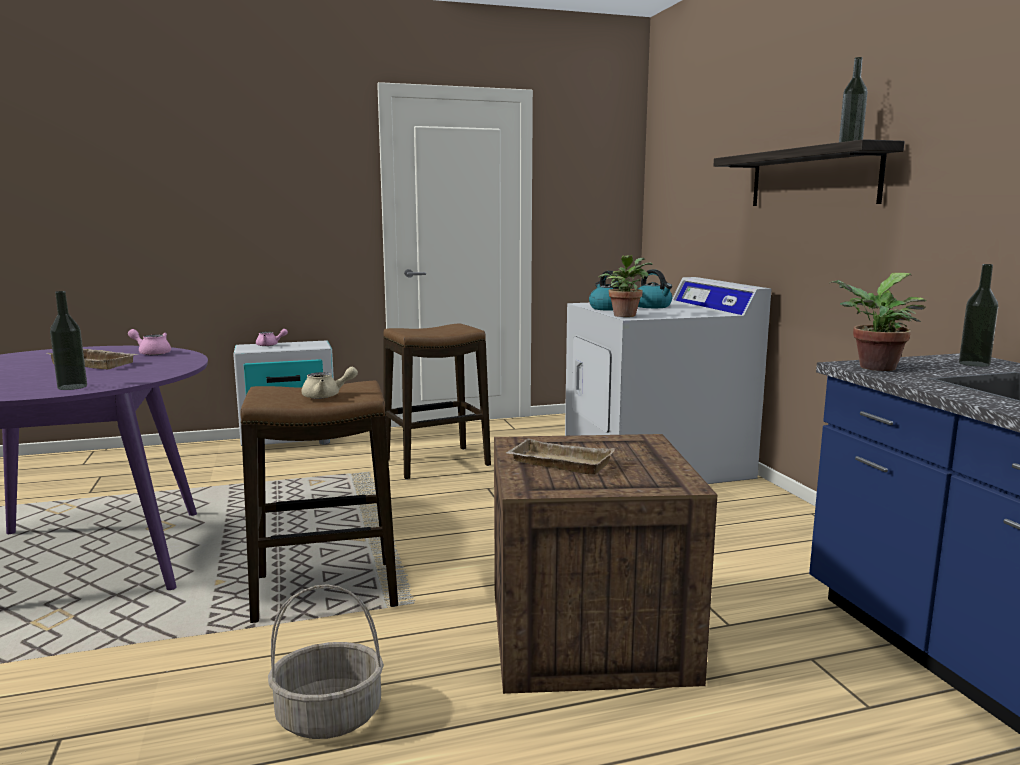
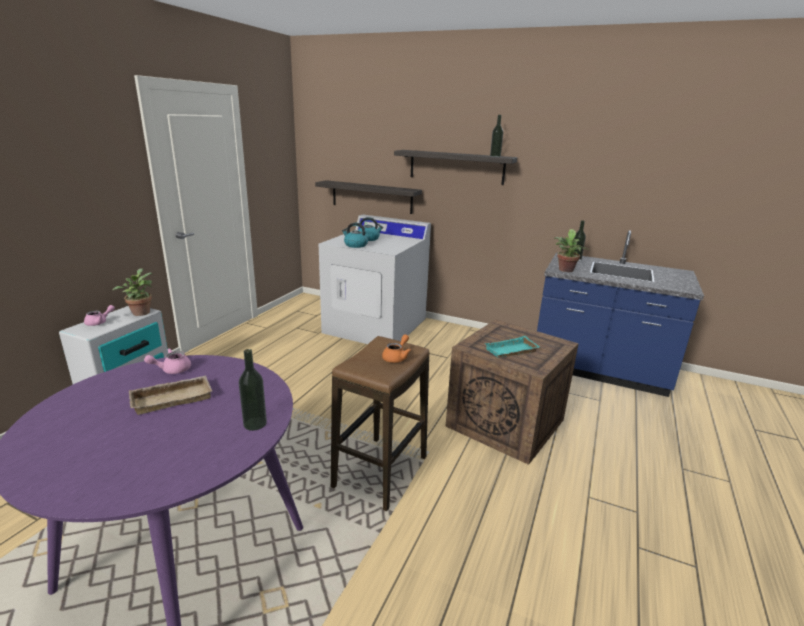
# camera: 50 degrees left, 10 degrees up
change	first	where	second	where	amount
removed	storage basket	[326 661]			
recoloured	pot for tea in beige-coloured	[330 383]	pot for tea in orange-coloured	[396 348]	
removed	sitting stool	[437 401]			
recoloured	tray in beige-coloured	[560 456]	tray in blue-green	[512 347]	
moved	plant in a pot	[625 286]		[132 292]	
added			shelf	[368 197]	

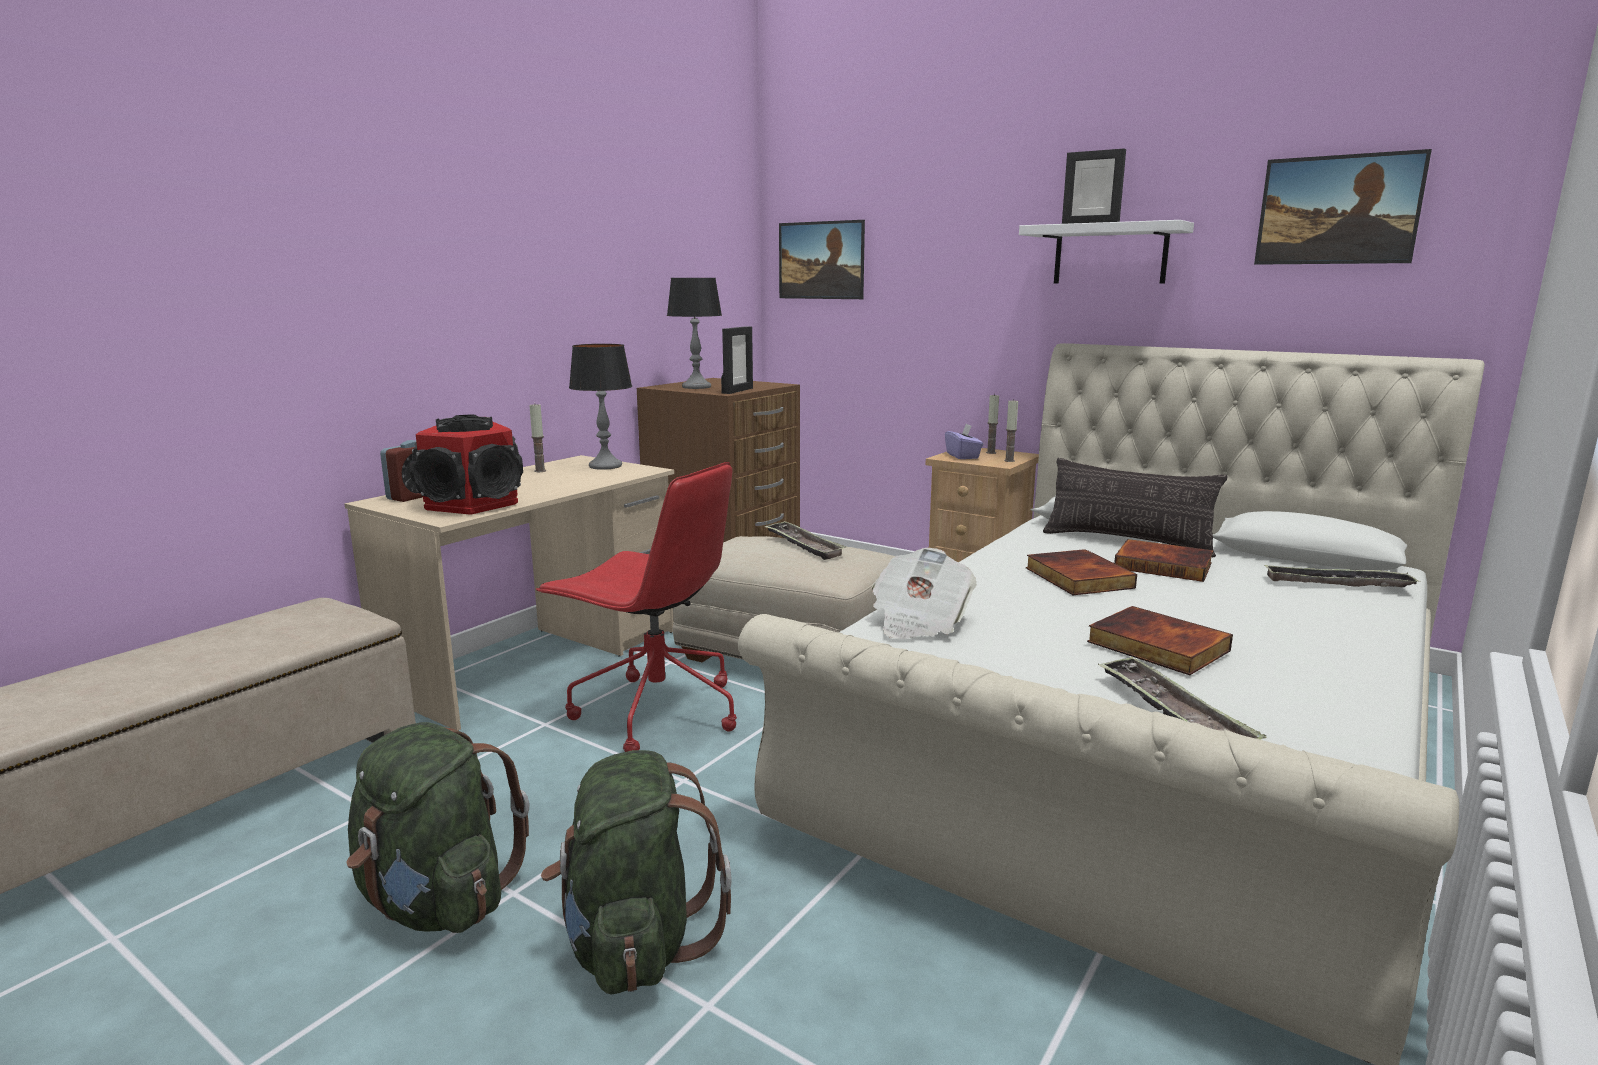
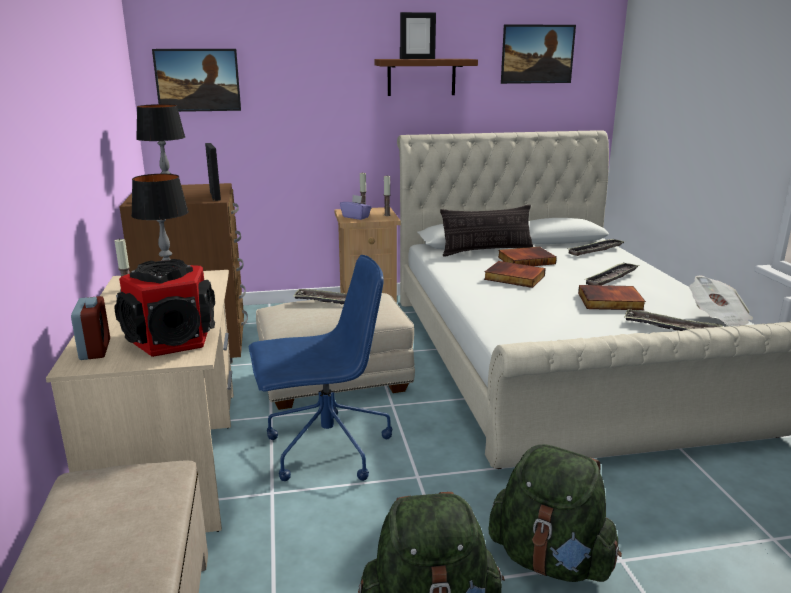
# camera: 45 degrees left, 5 degrees up
change	first	where	second	where	amount
recoloured	office chair in reddish	[636 607]	office chair in bluish	[320 368]	
moved	printed paper	[924 593]		[721 301]	
recoloured	shelf in white-coloured	[1106 252]	shelf in brown	[426 77]	
added			tray	[612 273]	

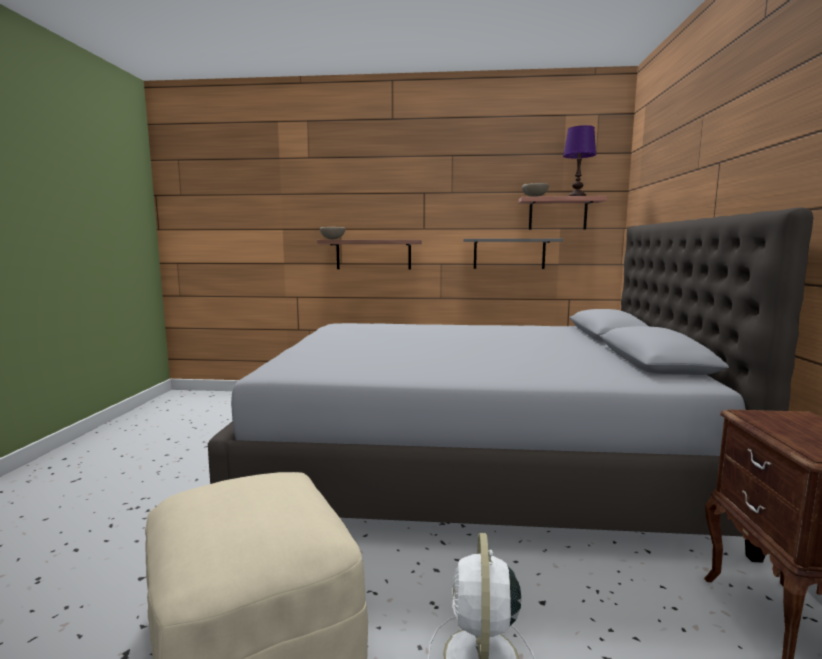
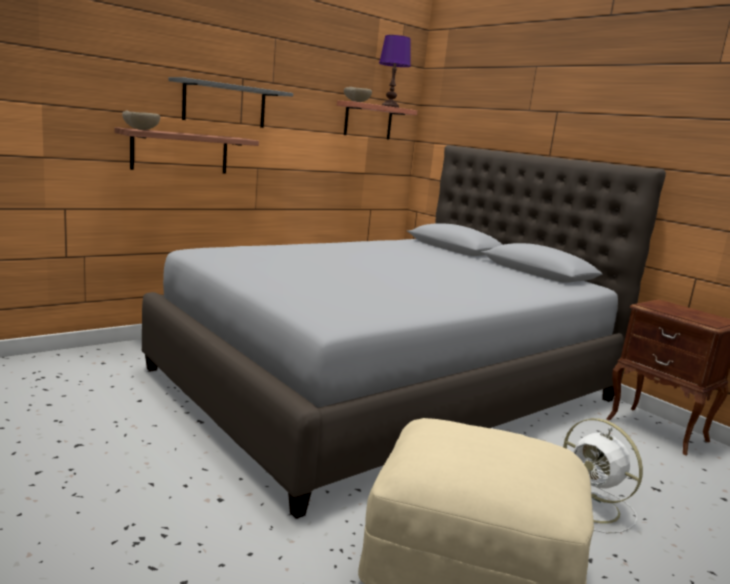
# camera: 45 degrees left, 5 degrees up
change	first	where	second	where	amount
moved	shelf in gray	[513 254]		[231 102]	

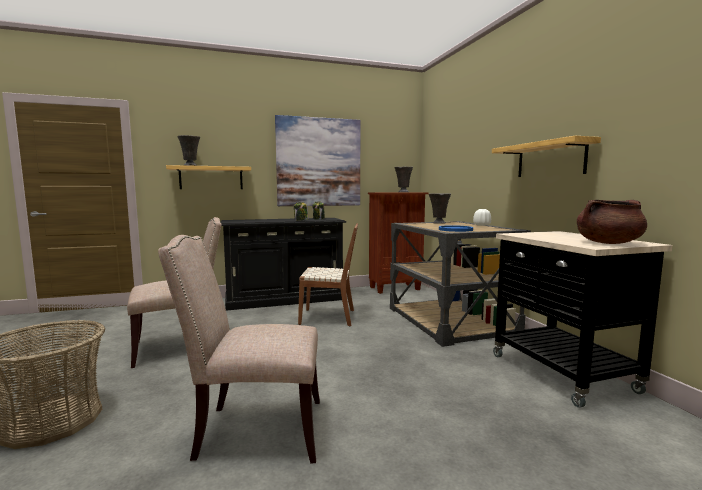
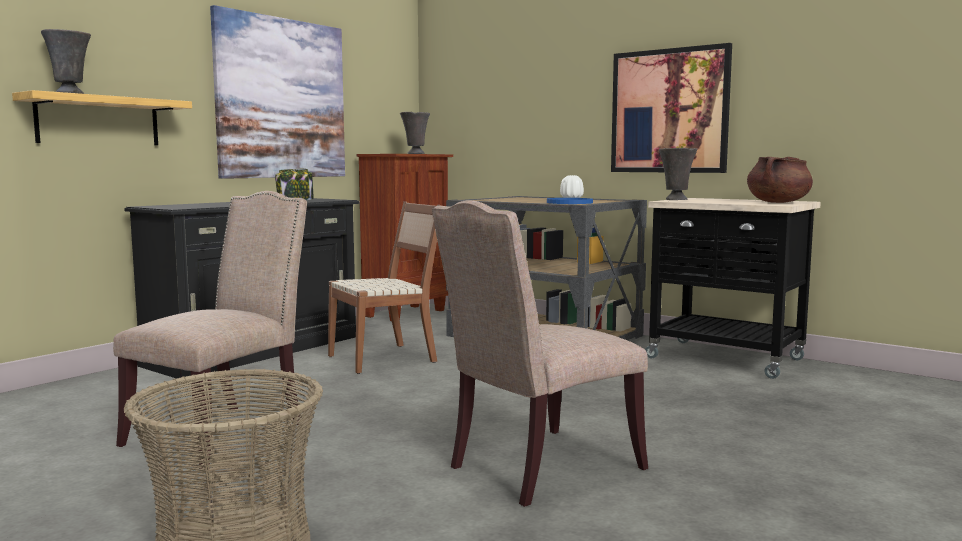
# camera: 35 degrees left, 0 degrees up
change	first	where	second	where	amount
moved	flower vase in gray	[440 208]		[678 174]	
replaced	shelf	[546 156]	wall art	[671 108]	

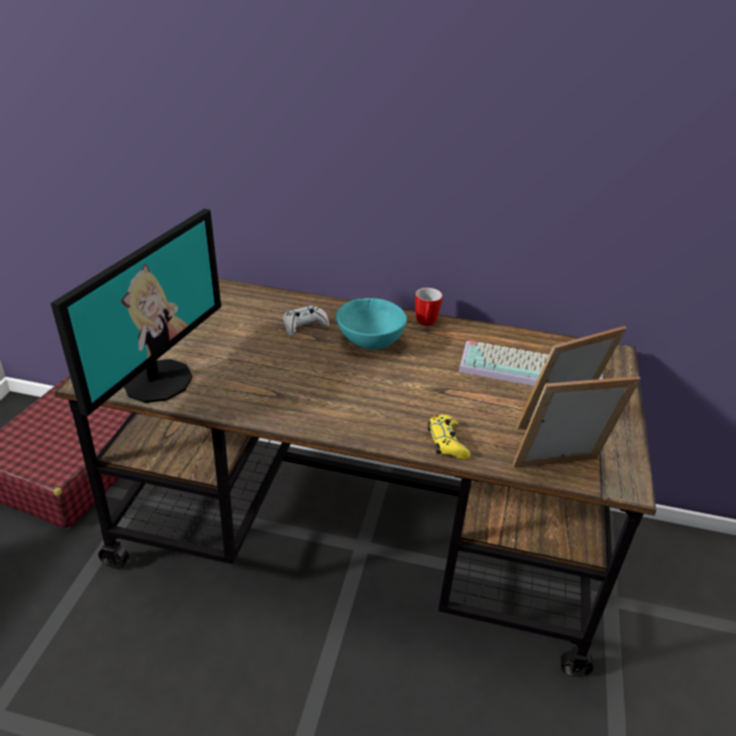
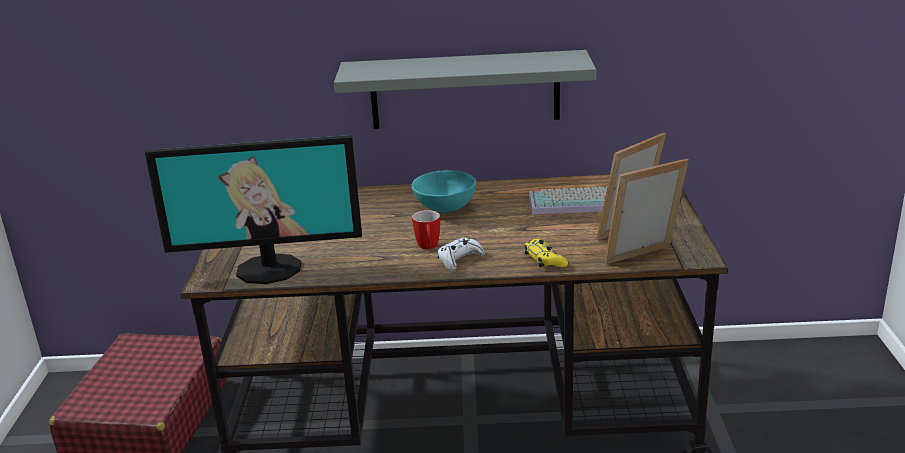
# camera: 10 degrees left, 10 degrees down
change	first	where	second	where	amount
turned	monitor	[136 312]		[253 209]	75 degrees clockwise
moved	game controller in white-coloured	[306 320]		[461 254]	
moved	coffee mug	[429 307]		[426 229]	
added			shelf in gray	[465 89]	

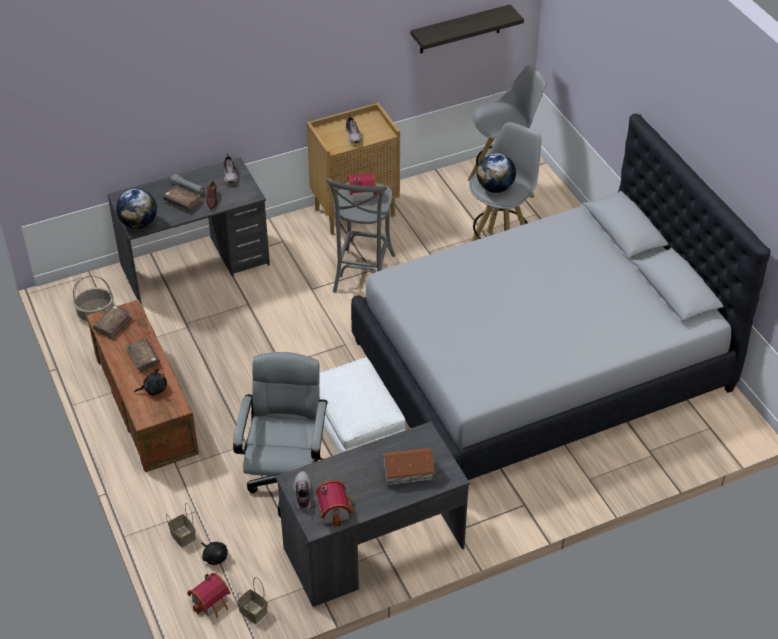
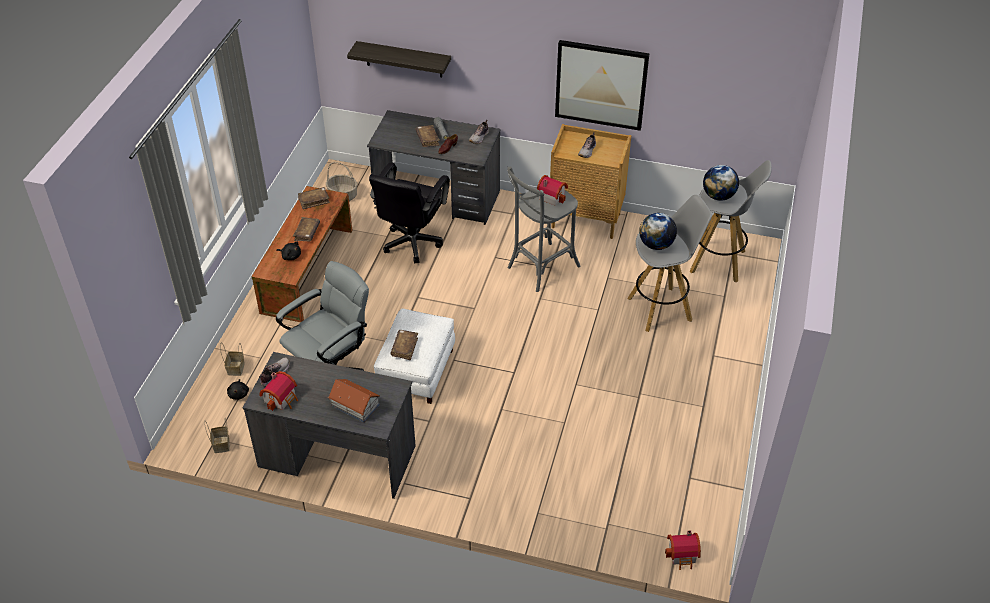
# camera: 40 degrees right, 0 degrees up
change	first	where	second	where	amount
moved	globe	[136 209]		[721 183]	
moved	model house	[208 595]		[683 550]	
removed	bedroom bed in gray	[561 297]			
moved	shelf	[467 29]		[399 59]	
added			office chair in black-coloured	[409 213]	
added			bound book in brown	[404 345]	
added			wall art	[602 85]	

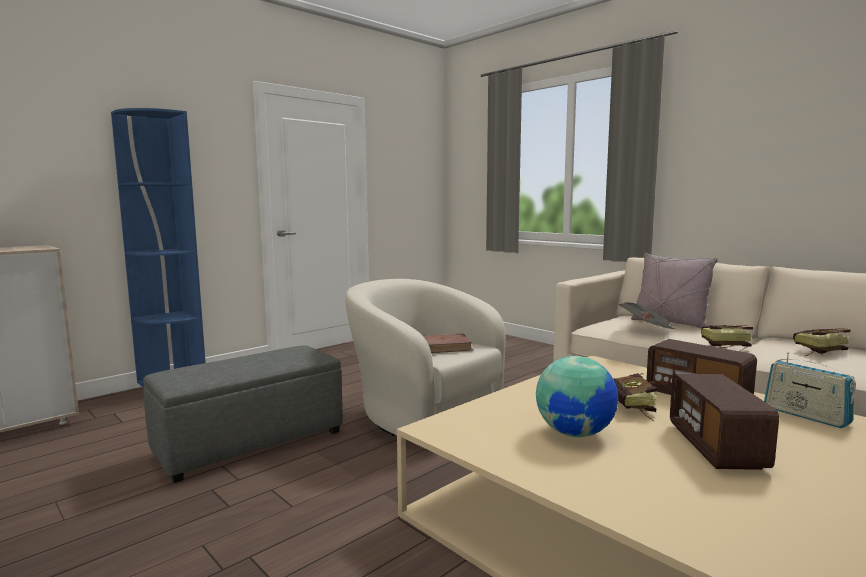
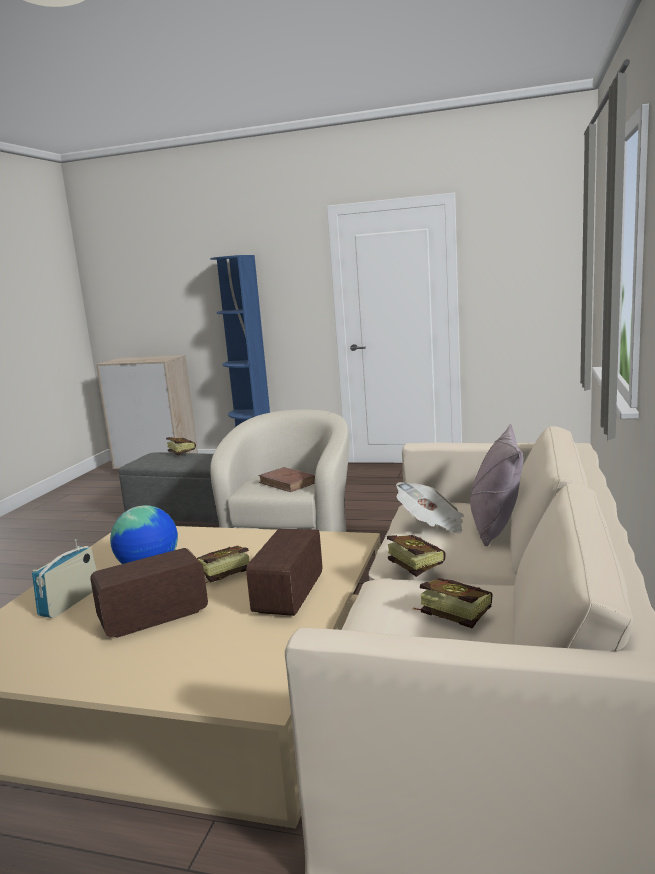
# camera: 60 degrees right, 5 degrees up
change	first	where	second	where	amount
moved	radio set	[810 390]		[64 578]	
added			bound book	[181 446]	

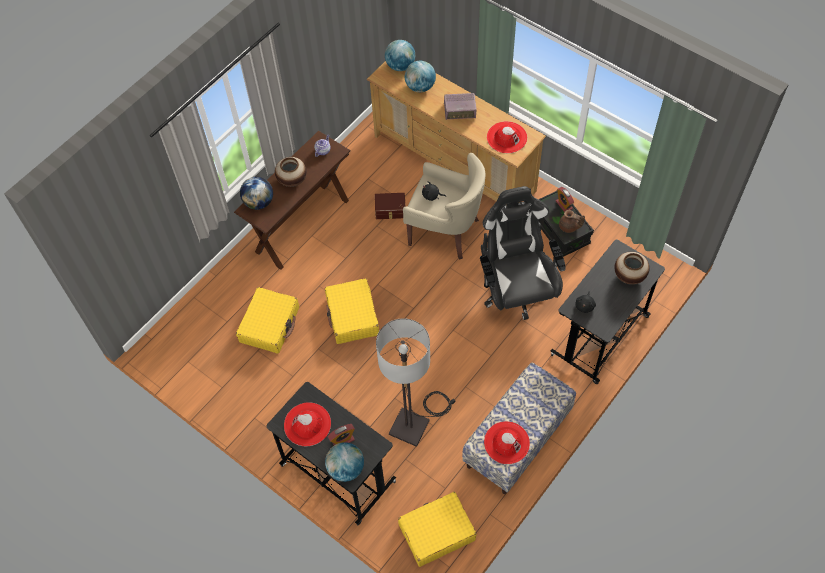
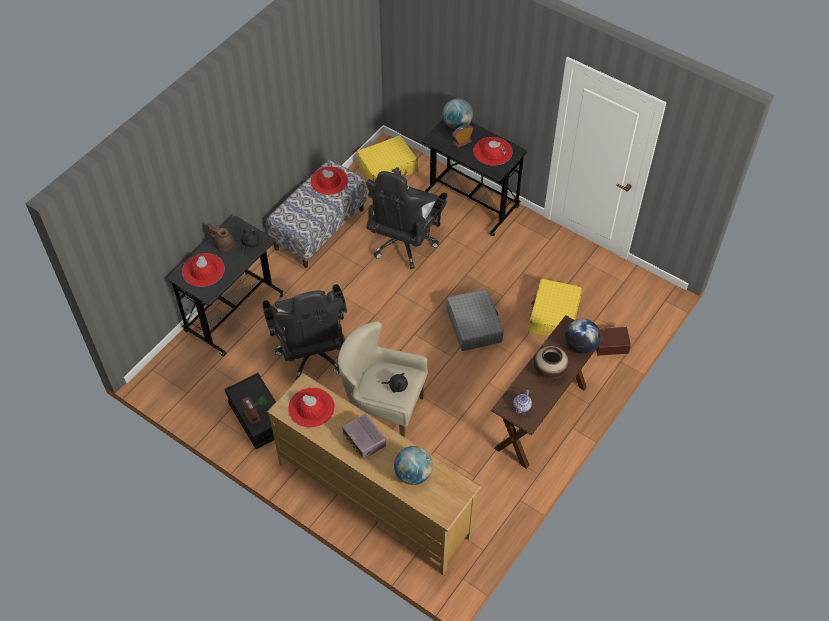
# camera: 175 degrees right, 5 degrees down
change	first	where	second	where	amount
recoloured	piece of luggage in yellowish	[352 311]	piece of luggage in gray	[475 320]	
moved	storage bin in brown	[390 206]		[613 341]	
replaced	standard lamp	[416 382]	office chair in black-coloured	[407 220]	
removed	globe	[400 55]			
turned	radio set	[460 106]		[364 437]	120 degrees counterclockwise
moved	pot for tea in brown	[572 221]		[221 237]	
replaced	flower vase	[632 268]	hat in reddish	[203 270]	

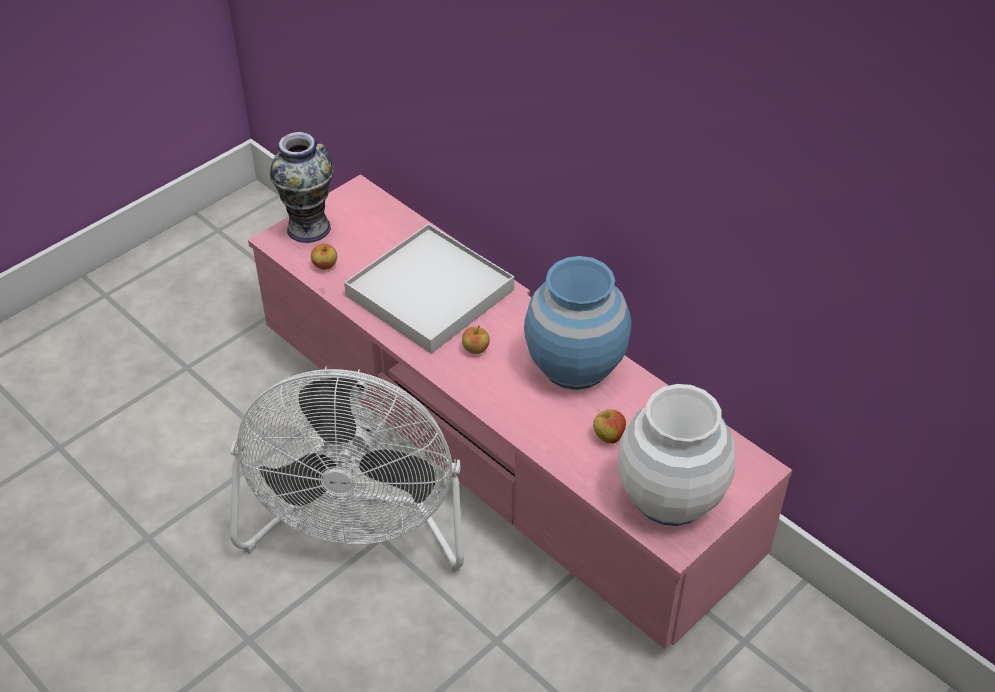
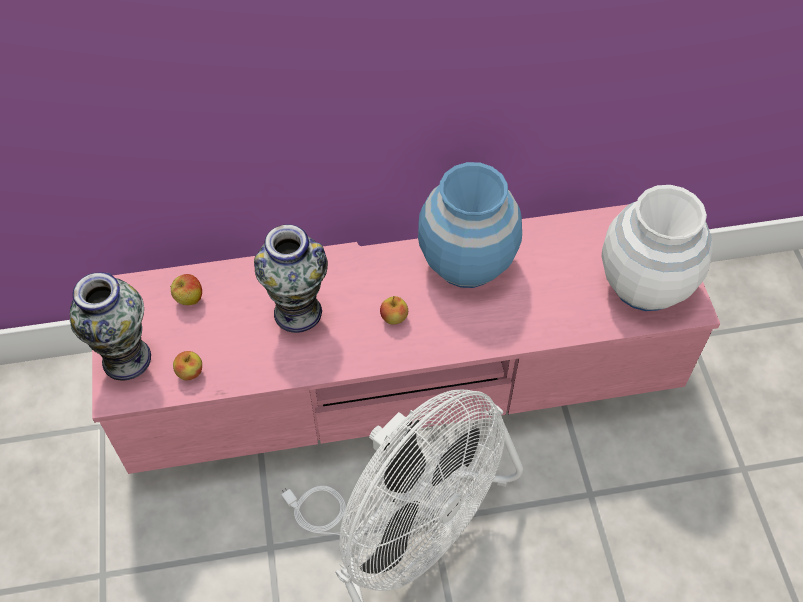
# camera: 55 degrees left, 10 degrees up
change	first	where	second	where	amount
replaced	tray in white-coloured	[429 289]	flower vase	[291 278]	
moved	apple	[609 426]		[186 289]	

